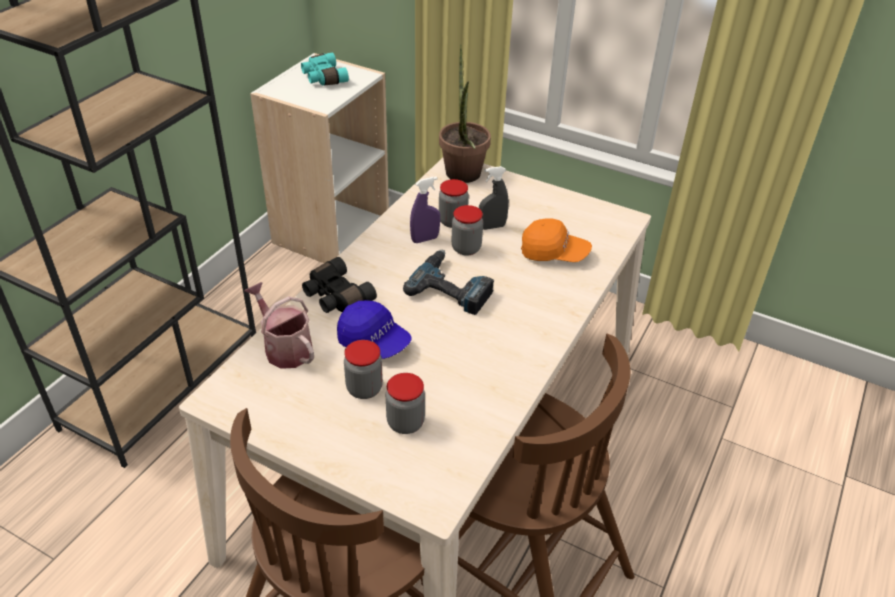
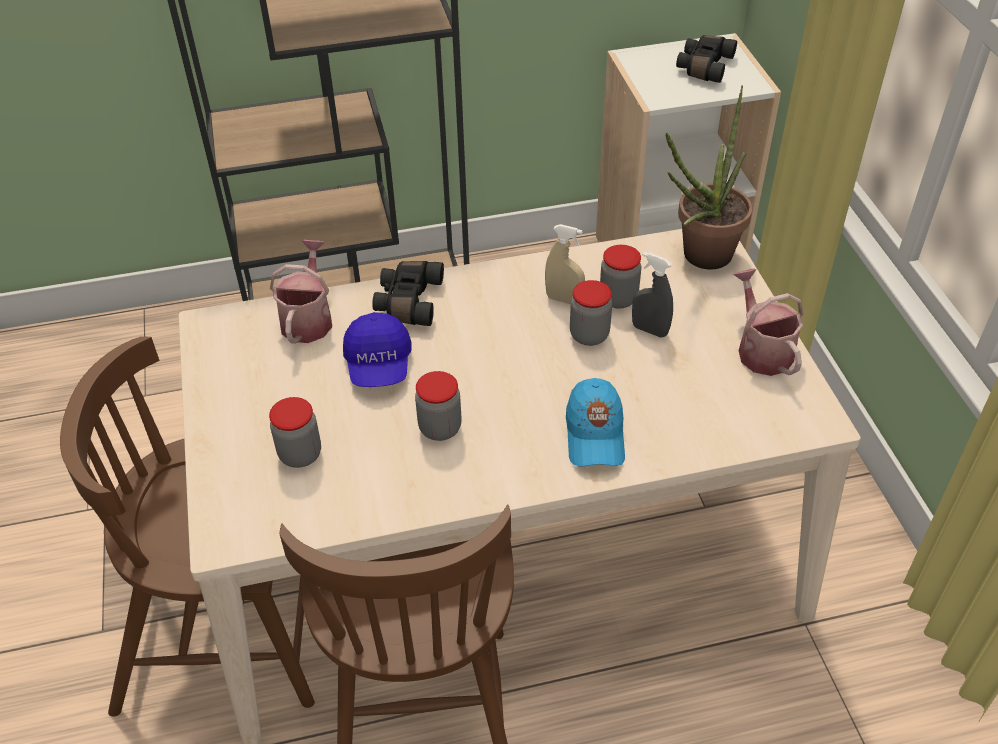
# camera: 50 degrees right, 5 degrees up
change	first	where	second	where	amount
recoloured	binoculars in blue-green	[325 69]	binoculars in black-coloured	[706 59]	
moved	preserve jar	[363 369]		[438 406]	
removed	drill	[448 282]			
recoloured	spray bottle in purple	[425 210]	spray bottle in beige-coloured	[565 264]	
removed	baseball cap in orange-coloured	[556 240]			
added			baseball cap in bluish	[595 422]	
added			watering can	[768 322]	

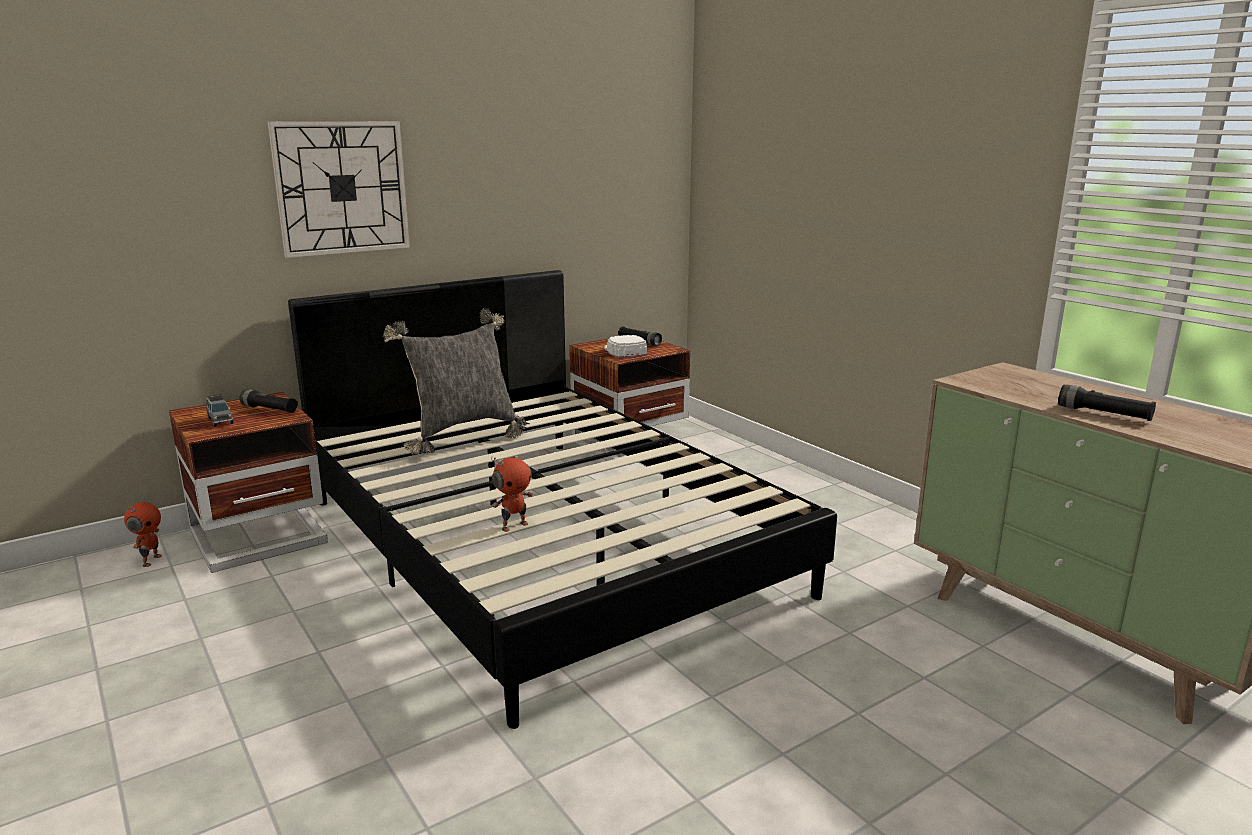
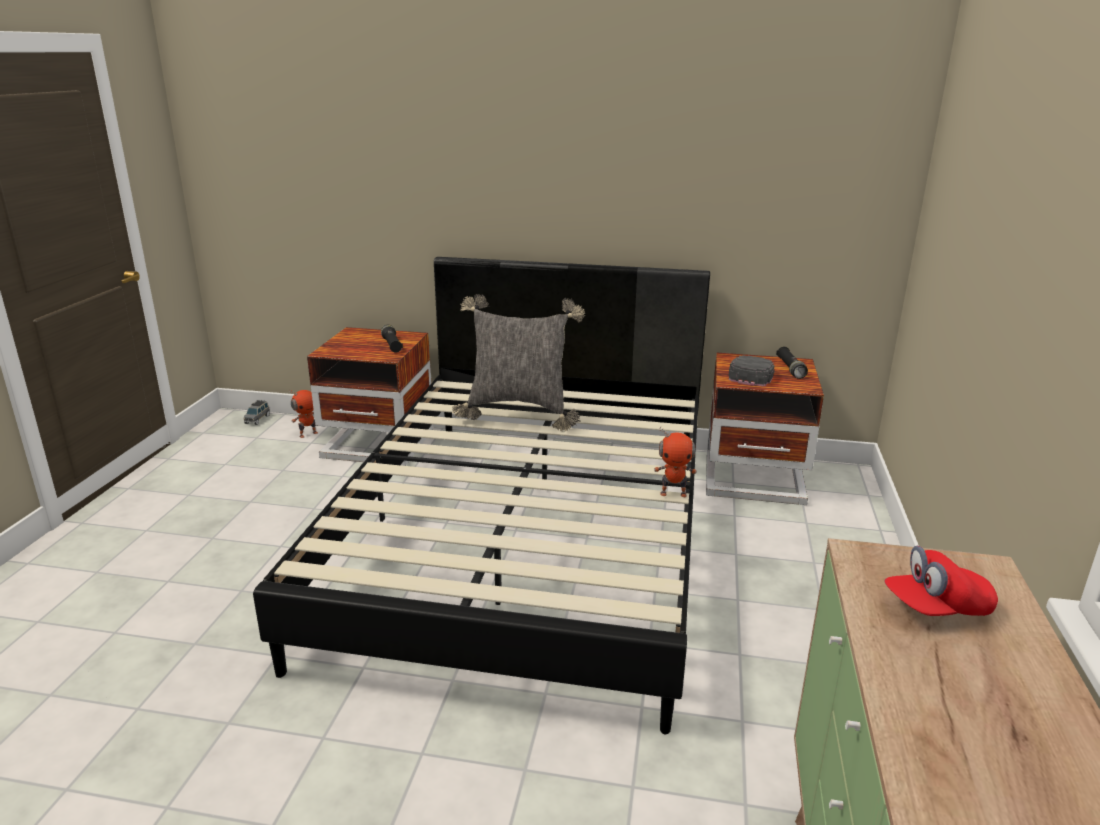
# camera: 45 degrees right, 5 degrees up
change	first	where	second	where	amount
moved	model car in gray	[219 410]		[257 412]	
removed	clock on the wall	[338 189]			
moved	toy robot	[512 494]		[675 462]	
recoloured	baseball cap in white-coloured	[625 346]	baseball cap in black-coloured	[751 370]	
removed	flashlight in black-coloured	[1107 403]			
added			baseball cap in reddish	[941 581]	

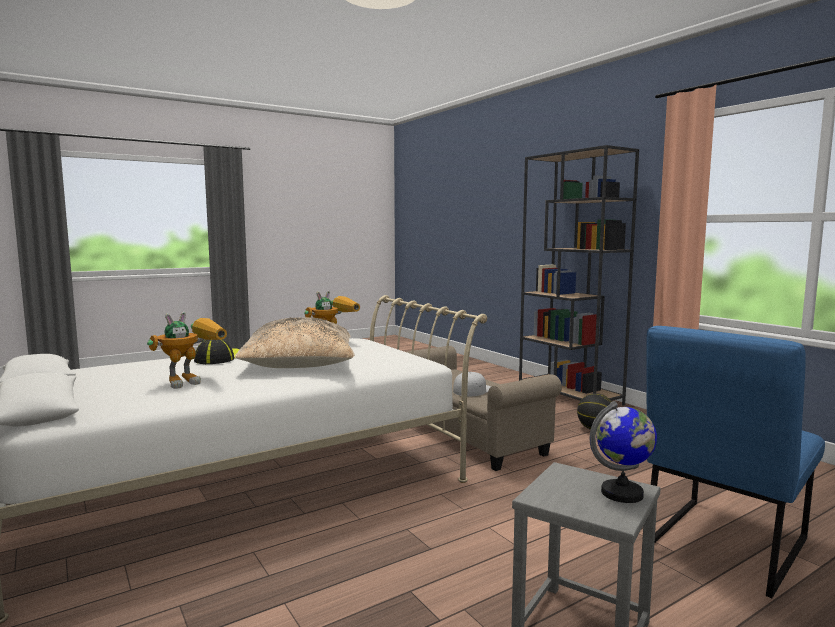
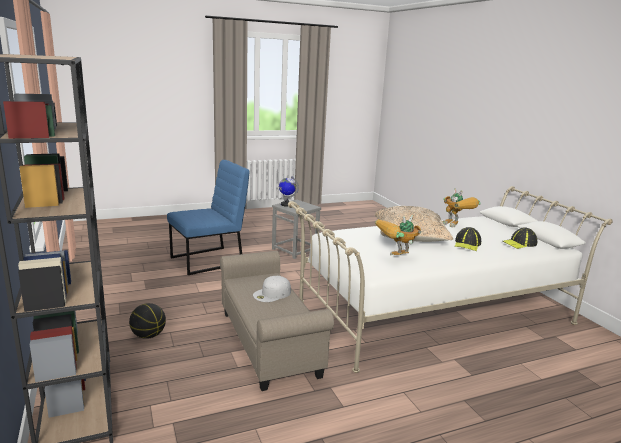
# camera: 170 degrees left, 10 degrees up
change	first	where	second	where	amount
turned	toy robot	[187 350]		[461 207]	90 degrees counterclockwise
added			baseball cap	[520 238]	

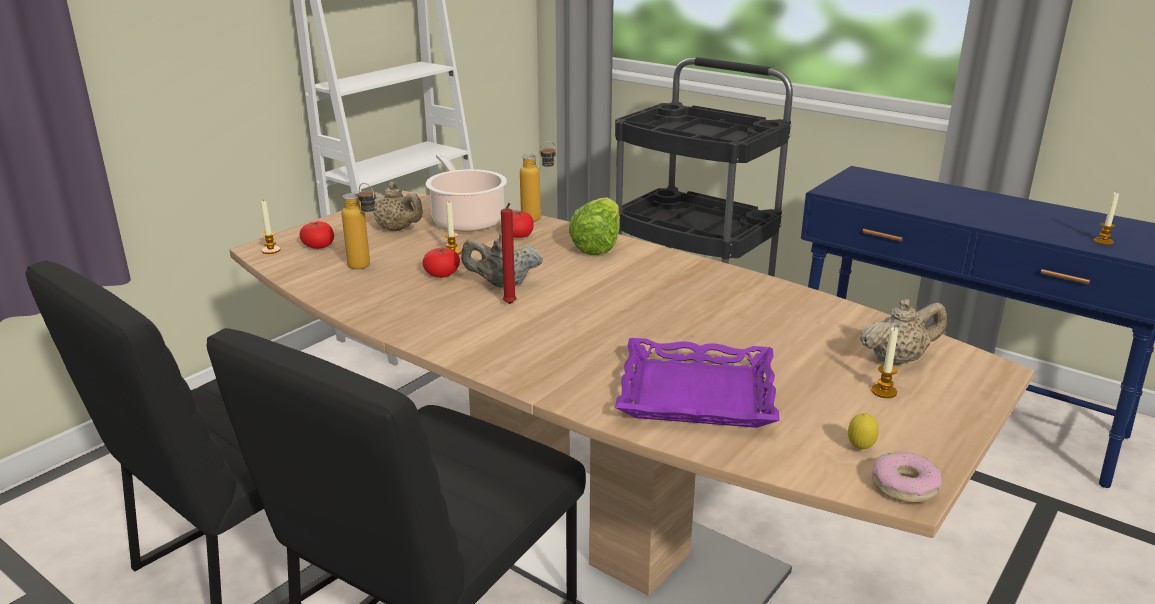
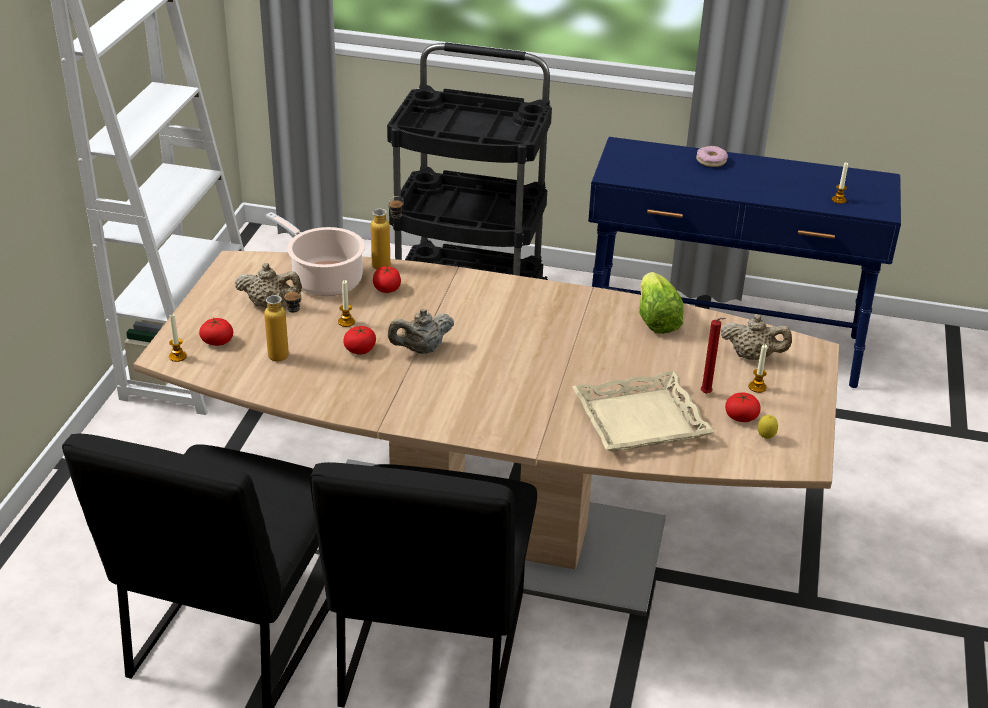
# camera: 25 degrees left, 10 degrees up
change	first	where	second	where	amount
moved	candle in reddish	[509 253]		[713 356]	
moved	lettuce head	[594 226]		[661 303]	
recoloured	tray in purple	[697 383]	tray in beige-coloured	[643 411]	
turned	pot for tea in beige-coloured	[903 332]		[756 337]	60 degrees clockwise
moved	doughnut	[907 477]		[712 156]	
added			fresh tomato	[743 407]	

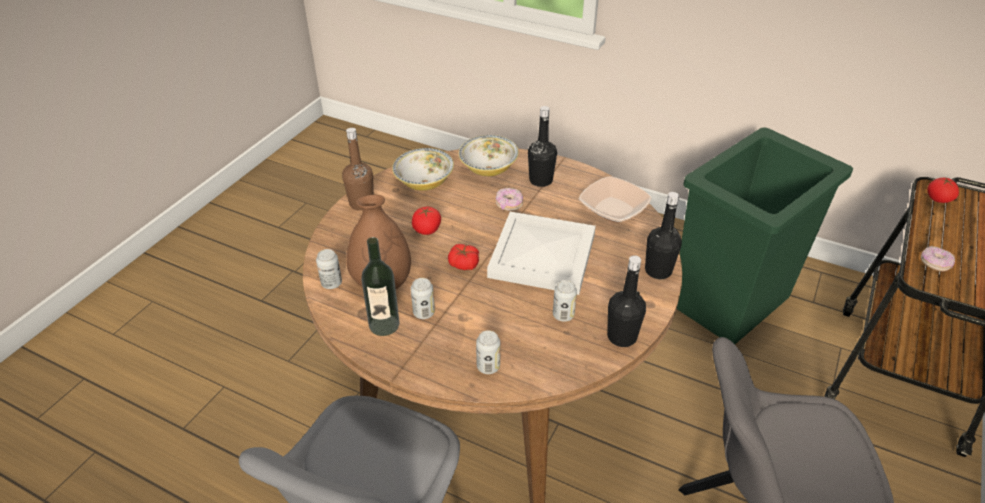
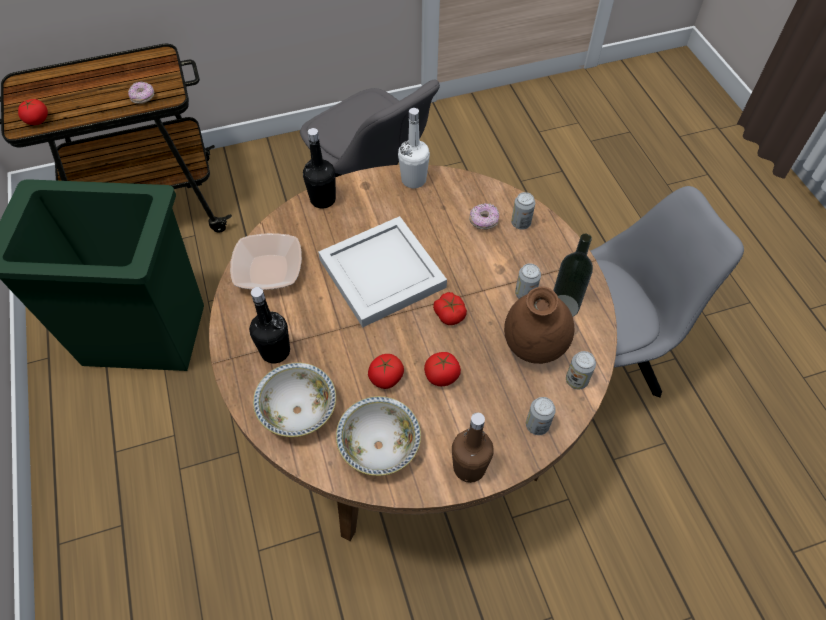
# camera: 135 degrees left, 15 degrees up
change	first	where	second	where	amount
moved	doughnut	[509 199]		[484 216]	
moved	can	[565 301]		[541 416]	
recoloured	drink bottle in black-coloured	[626 301]	drink bottle in white-coloured	[414 148]	
added			fresh tomato	[386 371]	

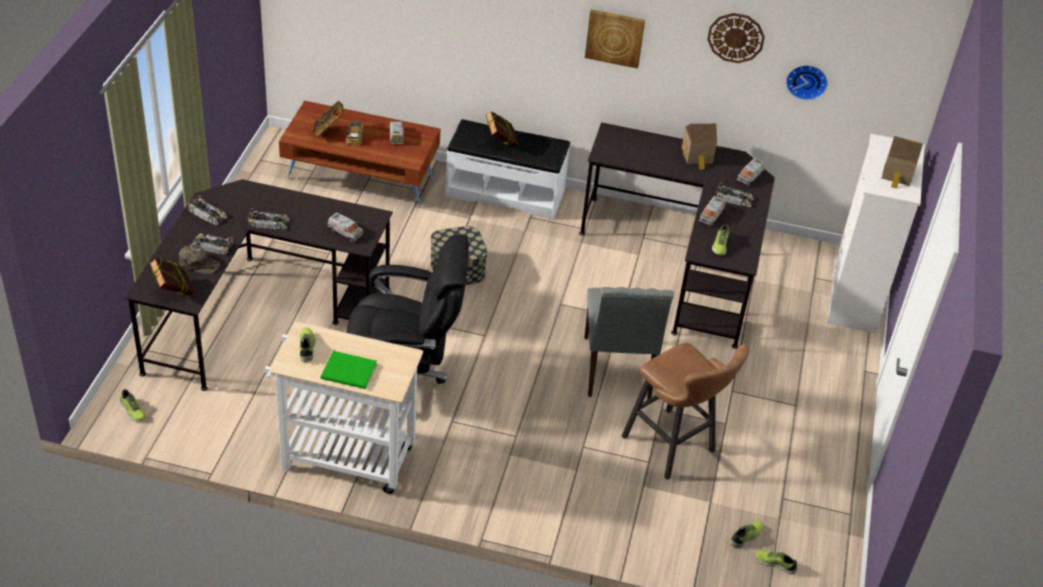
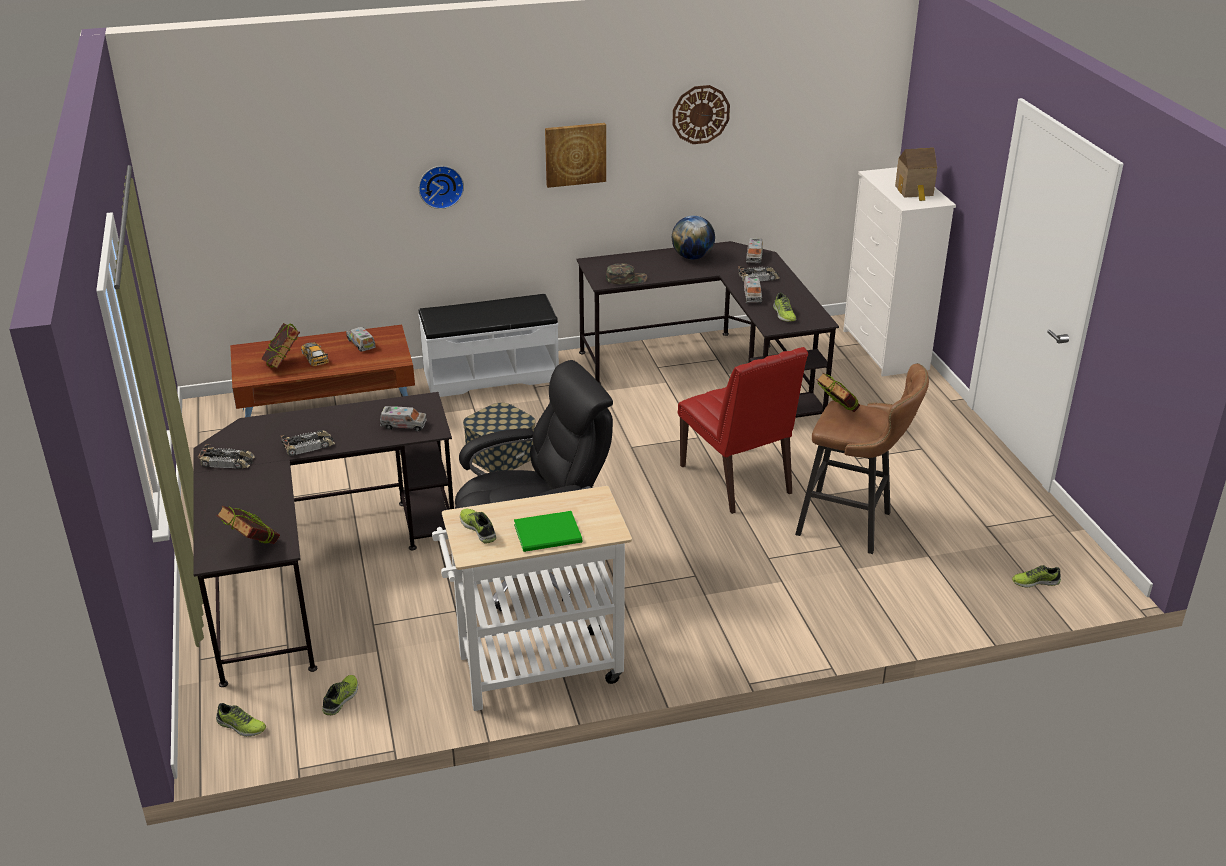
# camera: 25 degrees left, 10 degrees down
change	first	where	second	where	amount
moved	baseball cap in greenish	[199 260]		[626 273]	
removed	model car	[212 244]			
moved	bound book	[502 129]		[838 392]	
recoloured	plain chair in gray	[629 343]	plain chair in reddish	[743 430]	
replaced	model house	[699 146]	globe	[693 237]	
moved	low shoe	[746 534]		[340 695]	
moved	clock on the wall	[807 82]		[441 187]	

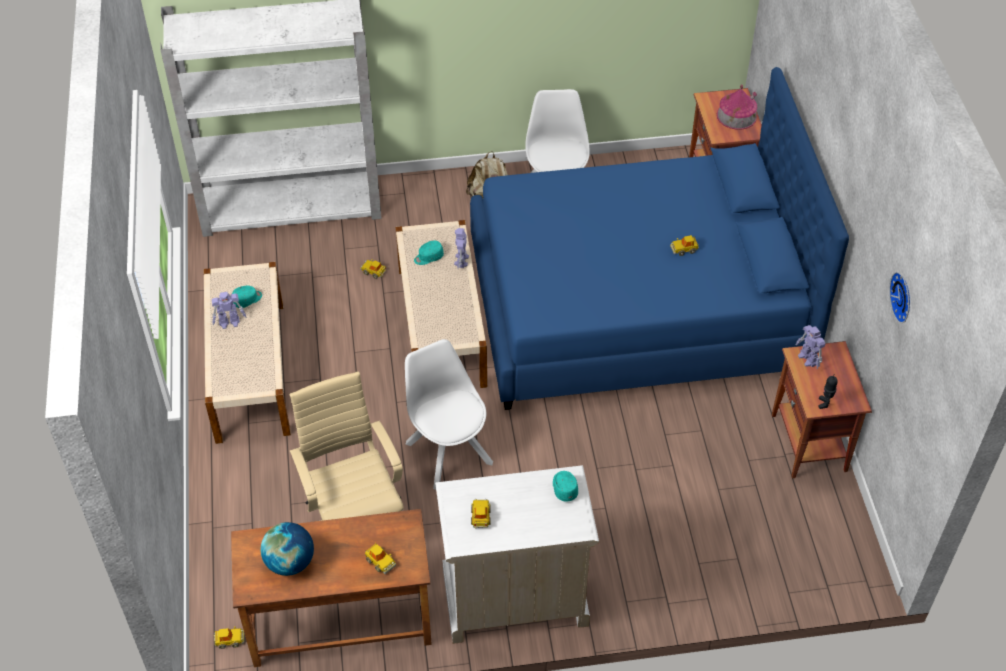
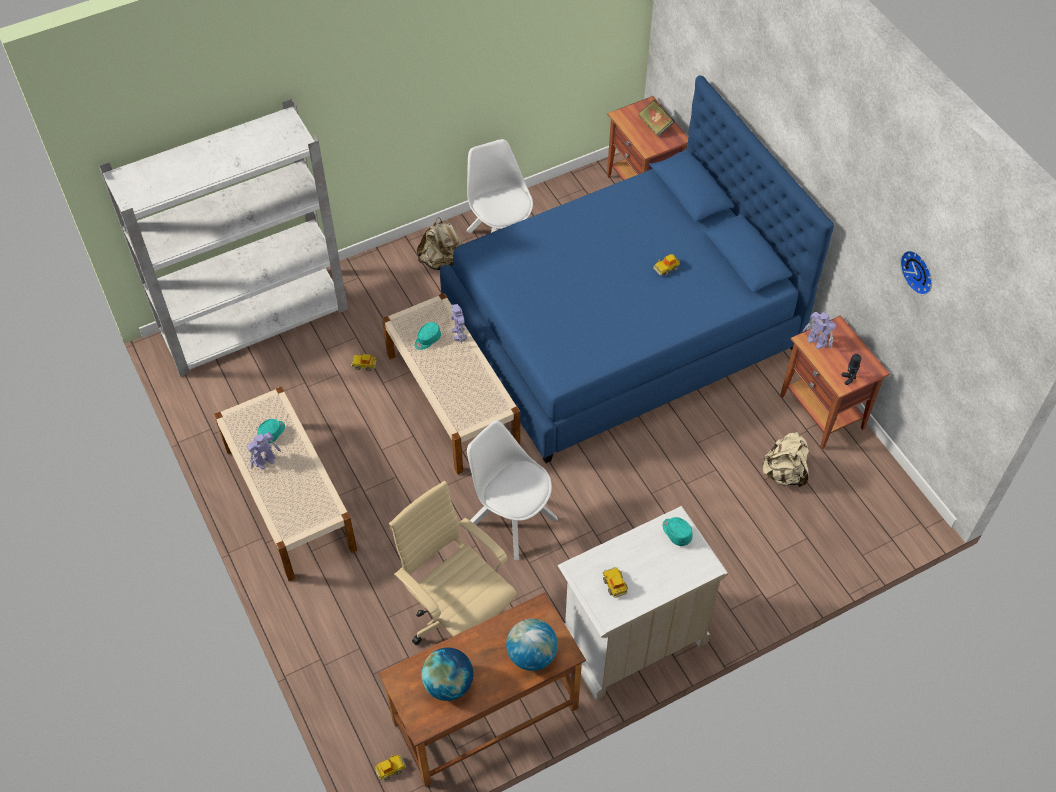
# camera: 20 degrees left, 5 degrees up
change	first	where	second	where	amount
replaced	model car	[380 558]	globe	[532 644]	
replaced	model house	[737 107]	bound book	[656 118]	
added			backpack in beige-coloured	[785 459]	

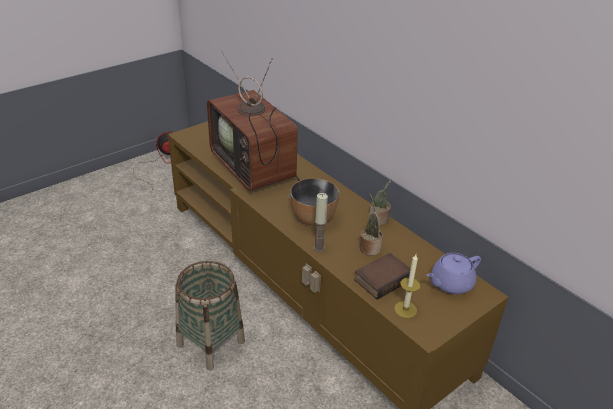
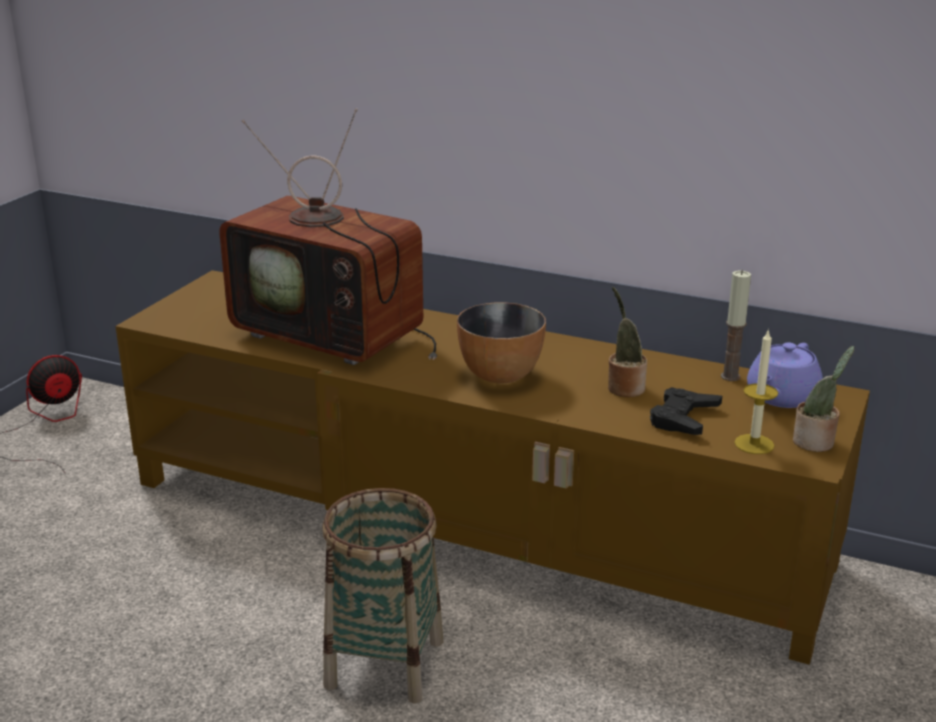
# camera: 25 degrees left, 10 degrees down
change	first	where	second	where	amount
moved	candle	[320 222]		[736 325]	
replaced	bound book	[382 276]	game controller in black-coloured	[686 411]	
moved	plant in a pot	[380 202]		[823 399]	

